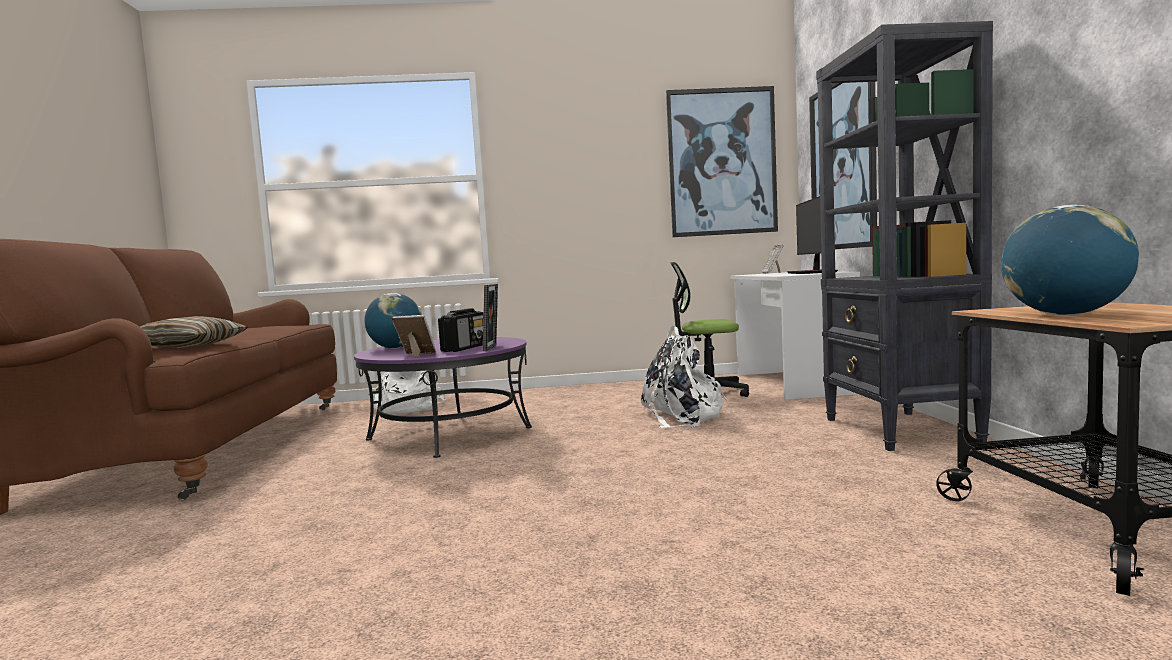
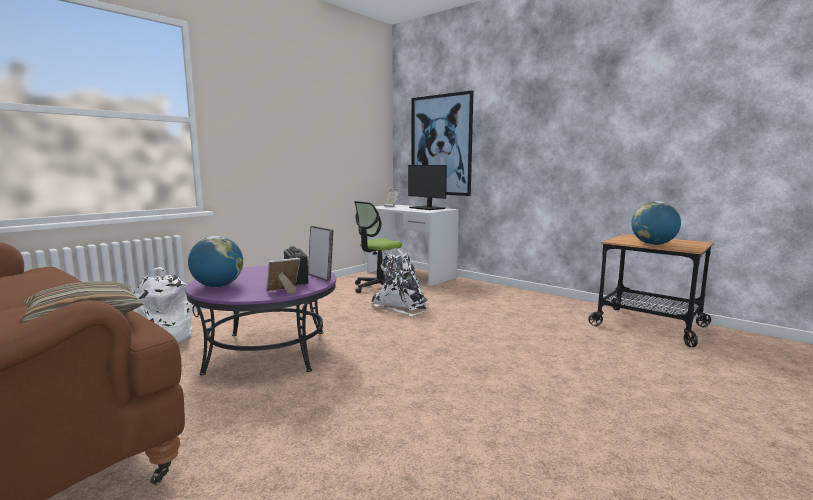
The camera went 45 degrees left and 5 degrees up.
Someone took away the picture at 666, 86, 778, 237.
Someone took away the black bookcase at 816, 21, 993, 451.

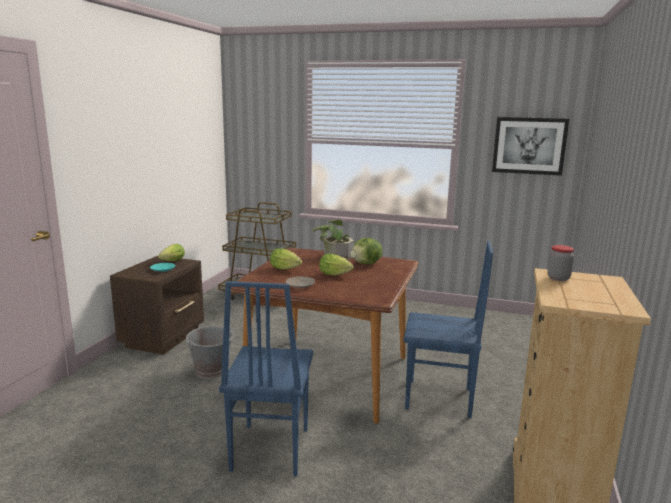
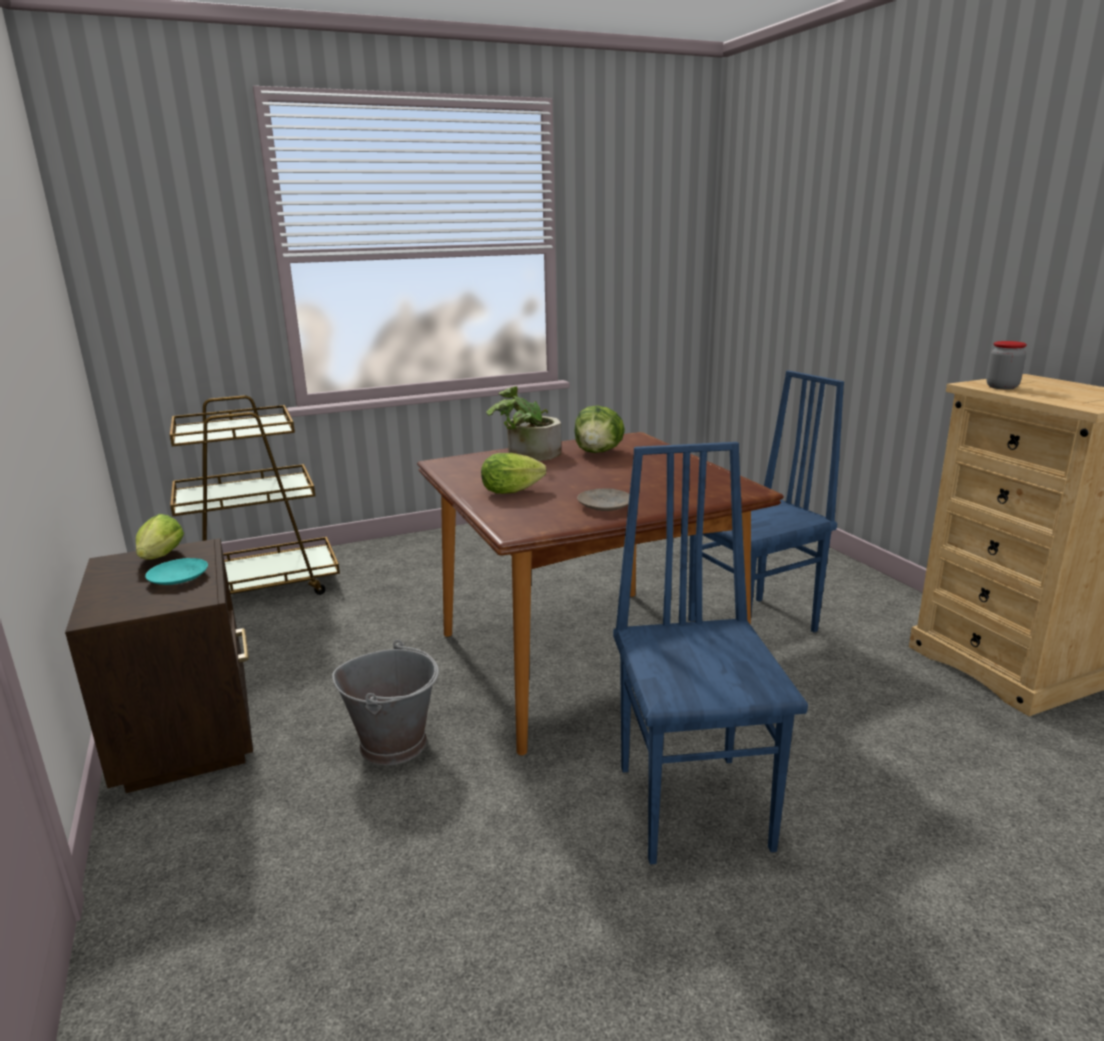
The camera went 40 degrees left and 5 degrees up.
Someone took away the lettuce at 319, 254, 353, 276.
Someone took away the picture at 492, 117, 569, 176.
Someone rotated the blue chair at 219, 281, 313, 477 by 150 degrees counterclockwise.

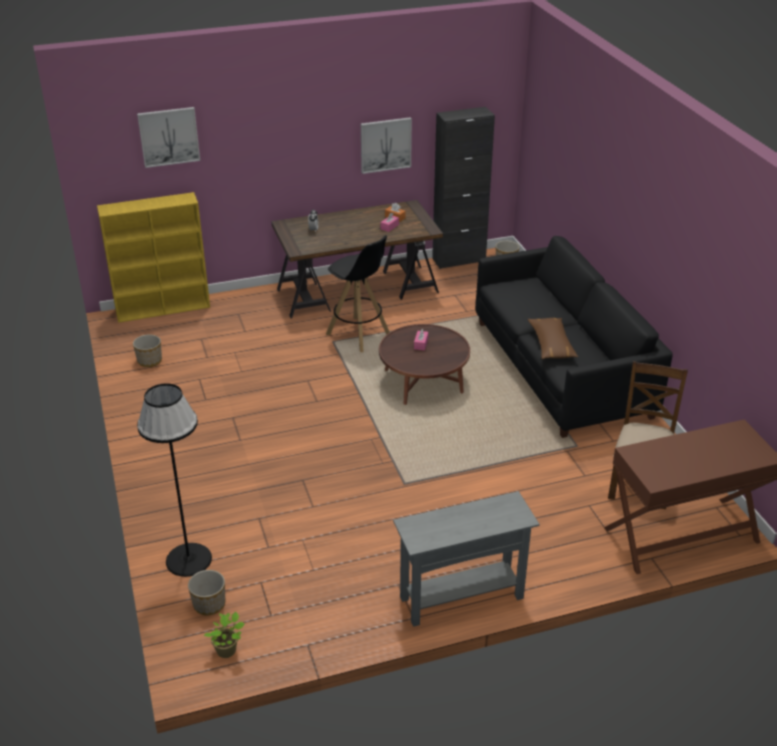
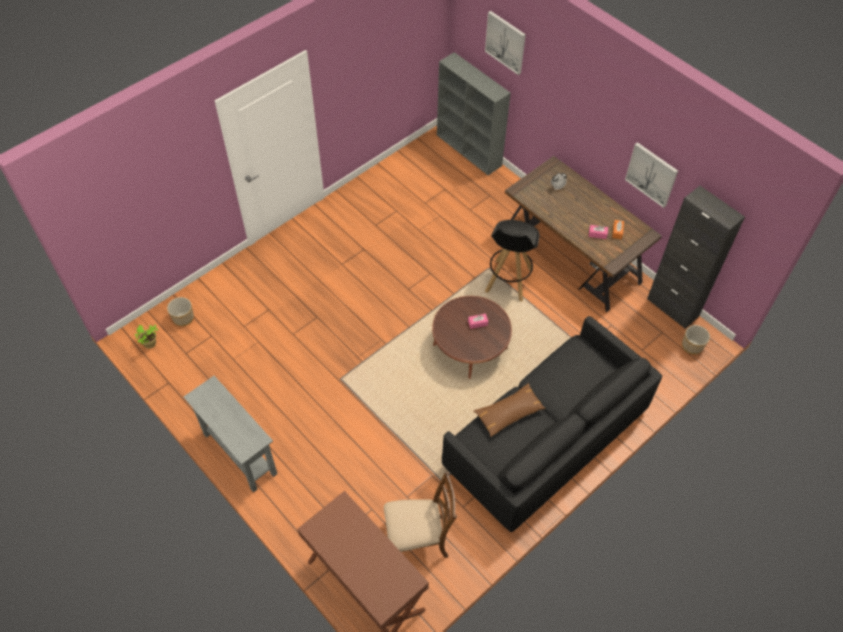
The camera went 65 degrees right and 20 degrees up.
Someone took away the planter at 133, 334, 162, 367.
Someone took away the black floor lamp at 137, 383, 212, 577.
Someone repainted the yellow bookcase at 97, 192, 210, 323, which became the grey bookcase at 437, 52, 511, 175.

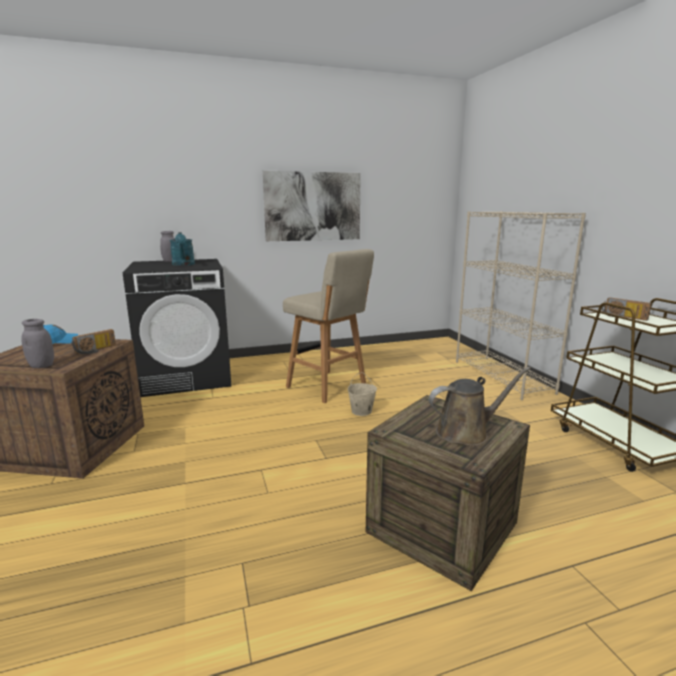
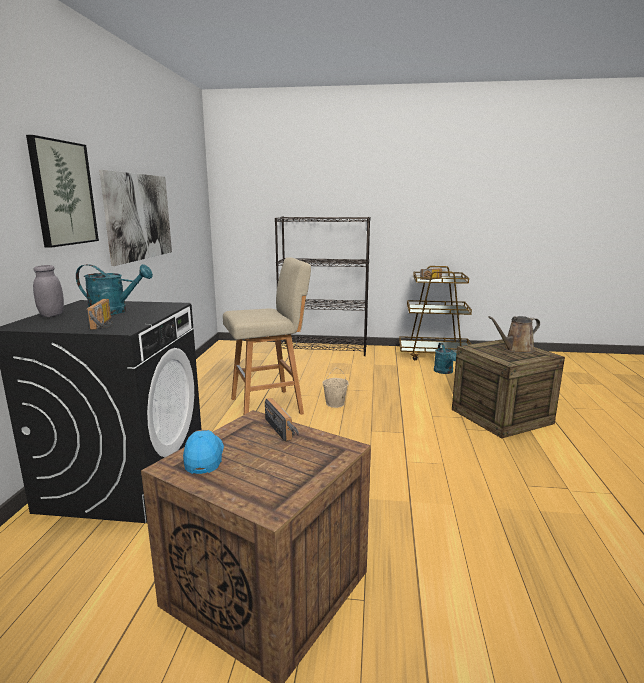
The camera went 65 degrees left and 0 degrees up.
Someone took away the grey jar at 21, 319, 54, 368.
Someone put up the picture at 26, 135, 99, 248.
Someone put down the radio at 86, 299, 113, 330.
Someone put down the turquoise watering can at 434, 343, 456, 374.
Someone repainted the beige bookcase at 456, 211, 586, 400, which became the black bookcase at 275, 216, 370, 356.
Someone rotated the brown watering can at 429, 367, 531, 446 by 120 degrees counterclockwise.

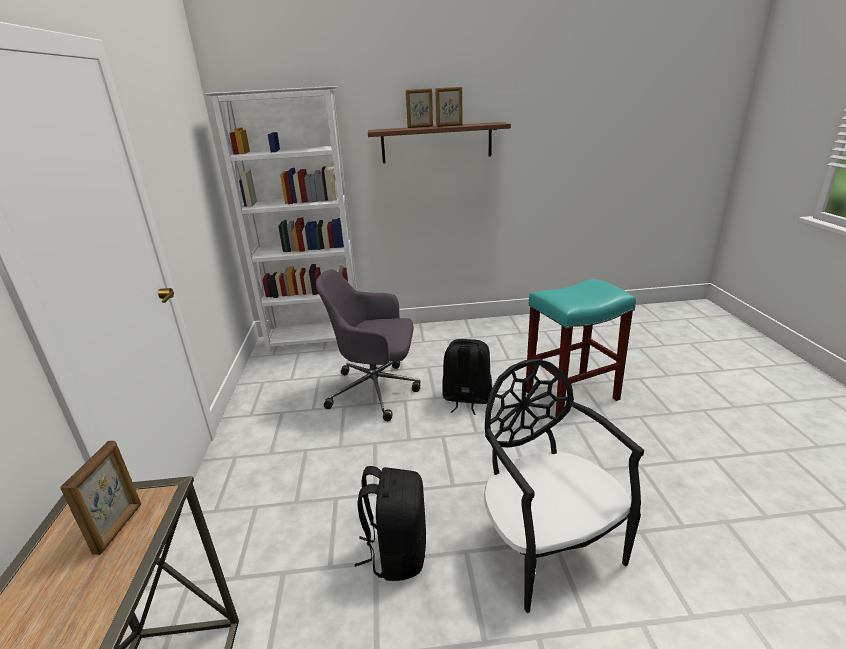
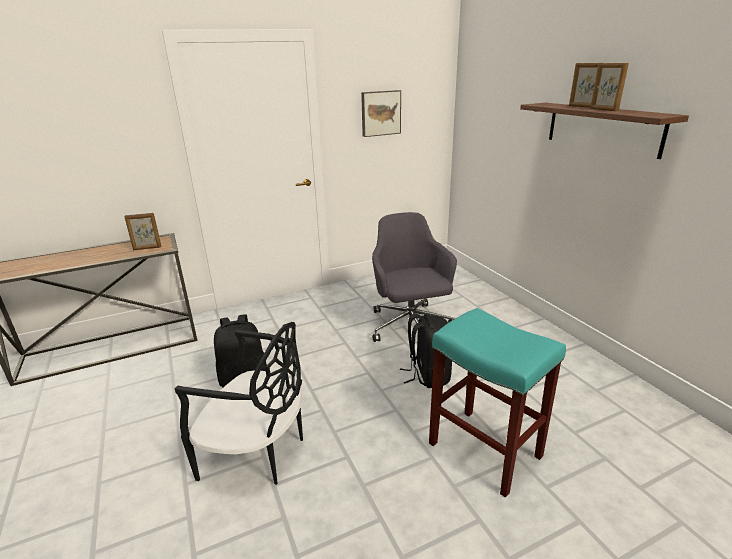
The camera went 70 degrees right and 0 degrees up.
Someone took away the white bookcase at 205, 86, 357, 355.
Someone put up the picture at 361, 90, 401, 137.
Someone rotated the black chair at 484, 359, 644, 613 by 60 degrees clockwise.

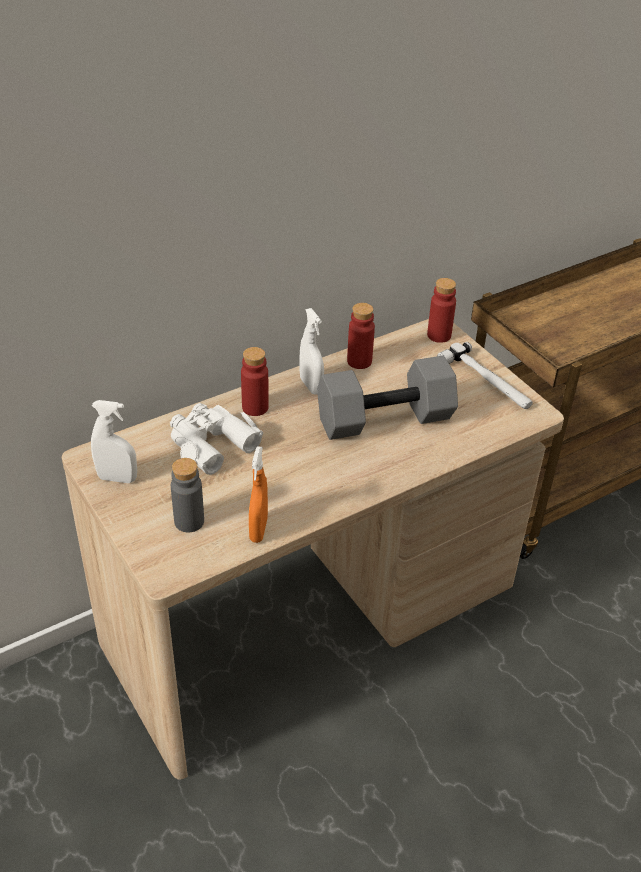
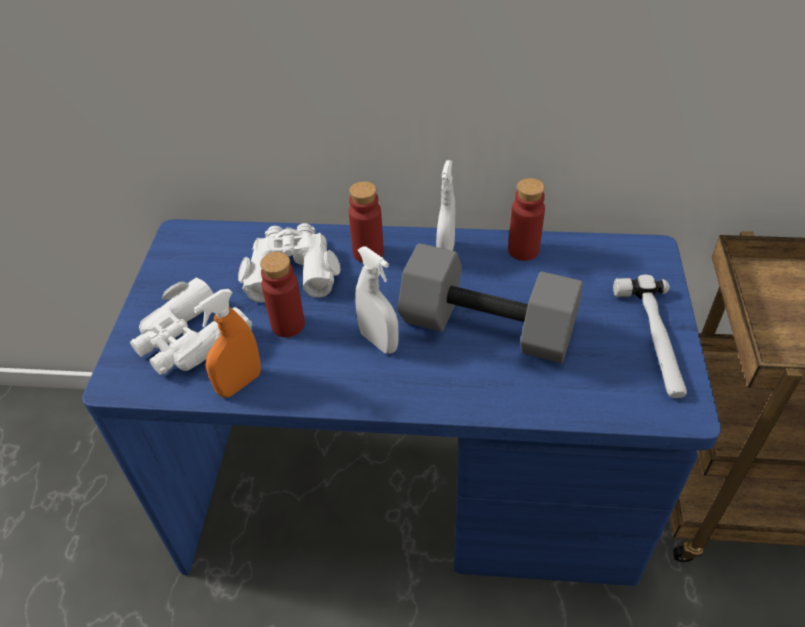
The camera went 40 degrees right and 5 degrees up.
Someone carried the white spray bottle from 91, 400, 137, 483 to 355, 247, 398, 354.
Someone carried the red bottle from 427, 278, 456, 343 to 260, 252, 305, 337.
Someone swapped the grey bottle at 171, 458, 204, 533 for the white binoculars at 130, 277, 252, 375.
Someone repainted the beige desk at 62, 319, 564, 780, which became the blue desk at 82, 219, 721, 586.

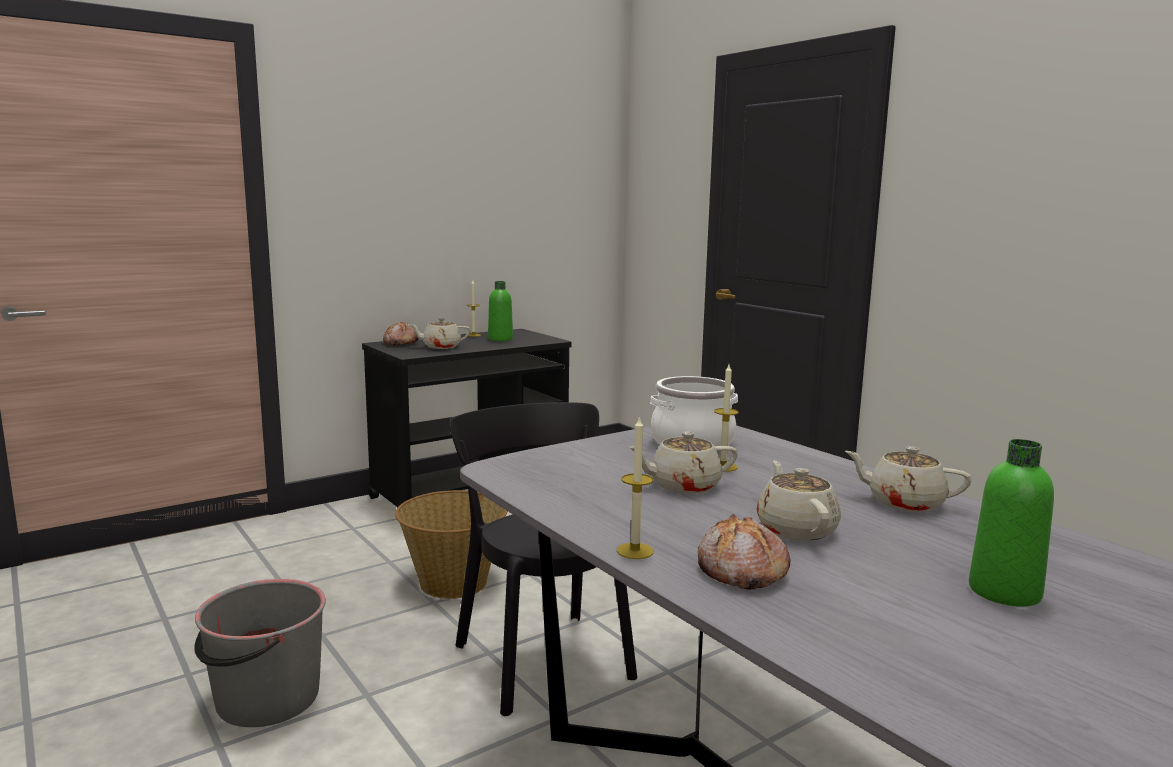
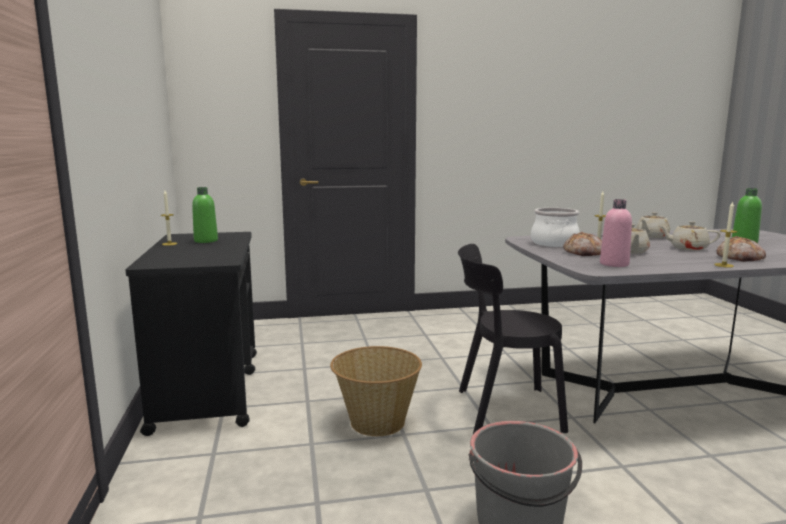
The camera went 65 degrees left and 0 degrees up.
Someone took away the beige teapot at 408, 318, 471, 349.
Someone put down the pink bottle at 600, 199, 632, 267.
Someone carried the bread from 383, 321, 418, 345 to 563, 232, 602, 256.

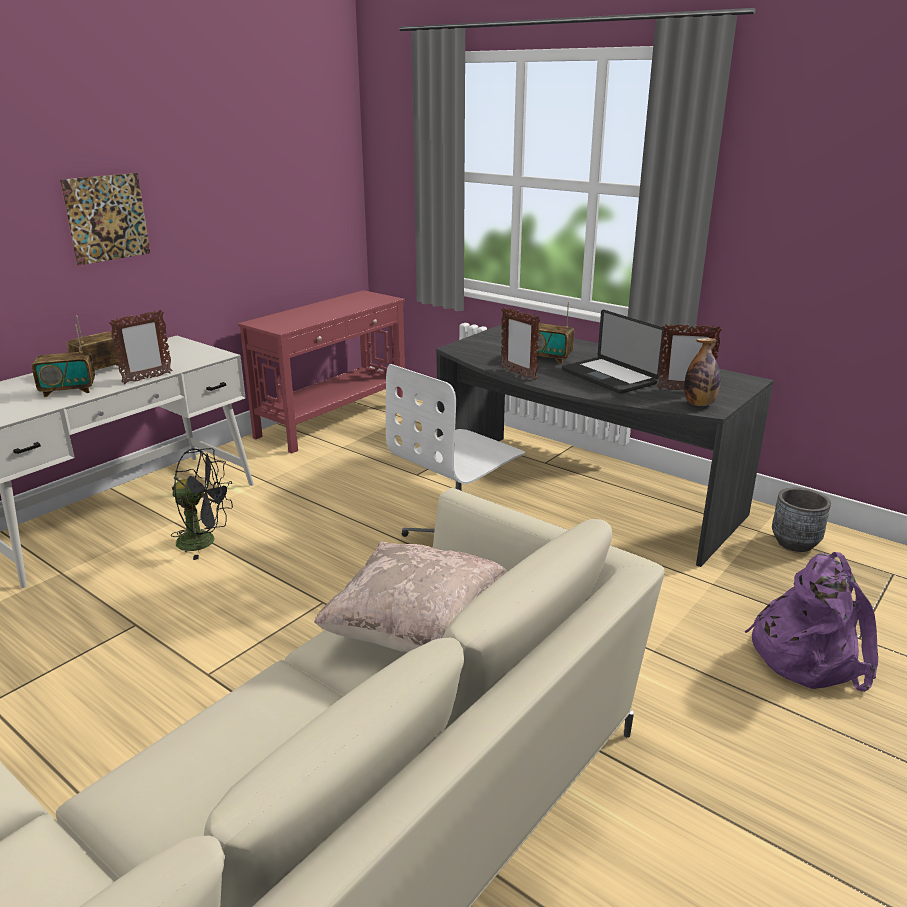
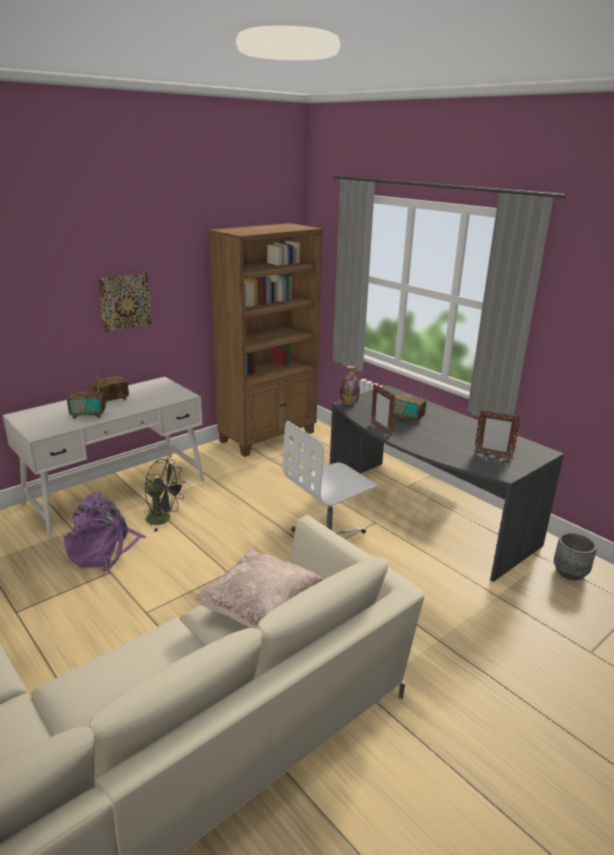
The camera went 10 degrees right and 0 degrees up.
Someone took away the picture frame at 109, 310, 173, 384.
Someone took away the laptop at 562, 310, 664, 394.
Someone carried the bottle from 684, 338, 721, 406 to 340, 366, 360, 405.
Someone carried the purple backpack from 744, 552, 878, 692 to 64, 492, 147, 572.
Someone swapped the red console table at 238, 290, 405, 454 for the brown bookcase at 209, 223, 323, 457.

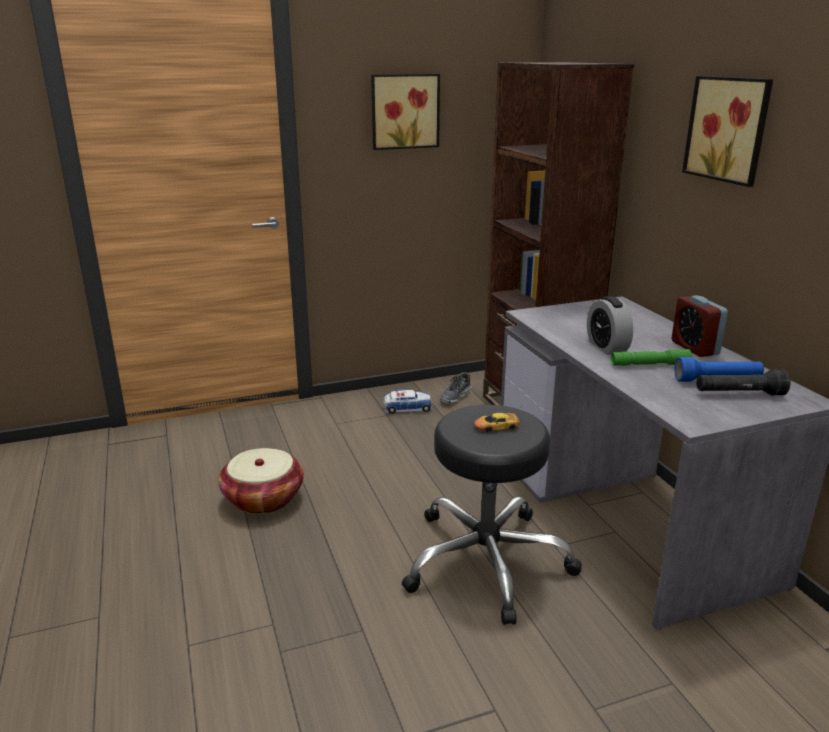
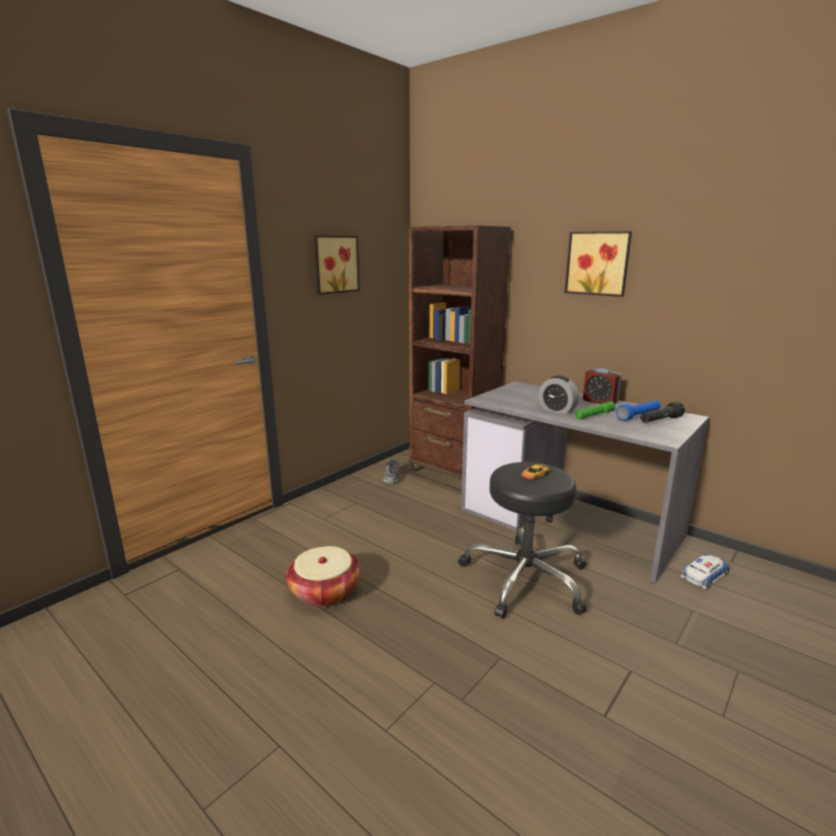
The camera went 30 degrees left and 5 degrees down.
Someone carried the toy car from 383, 390, 433, 414 to 680, 554, 729, 589.

